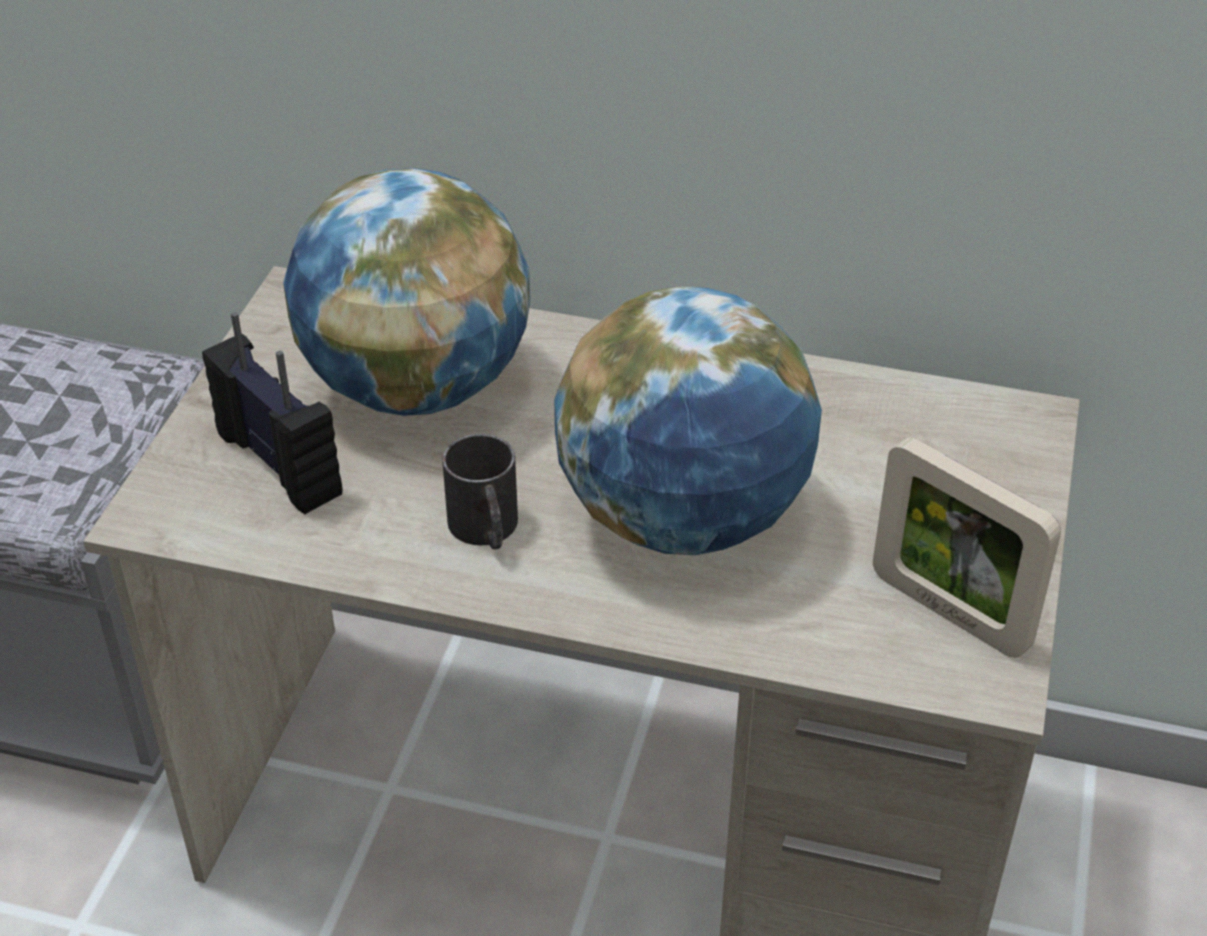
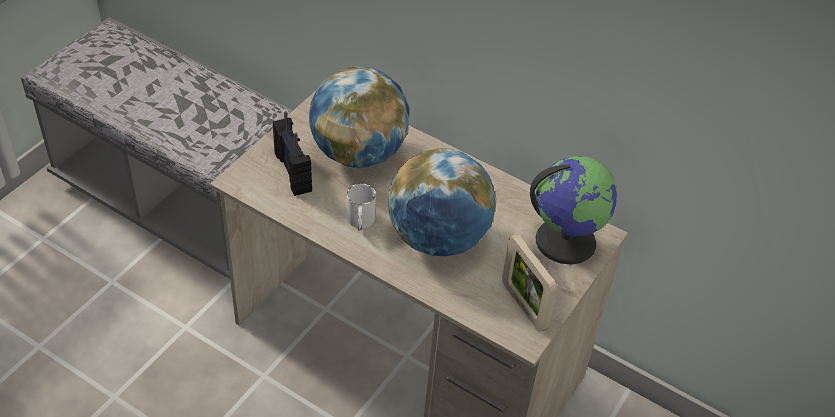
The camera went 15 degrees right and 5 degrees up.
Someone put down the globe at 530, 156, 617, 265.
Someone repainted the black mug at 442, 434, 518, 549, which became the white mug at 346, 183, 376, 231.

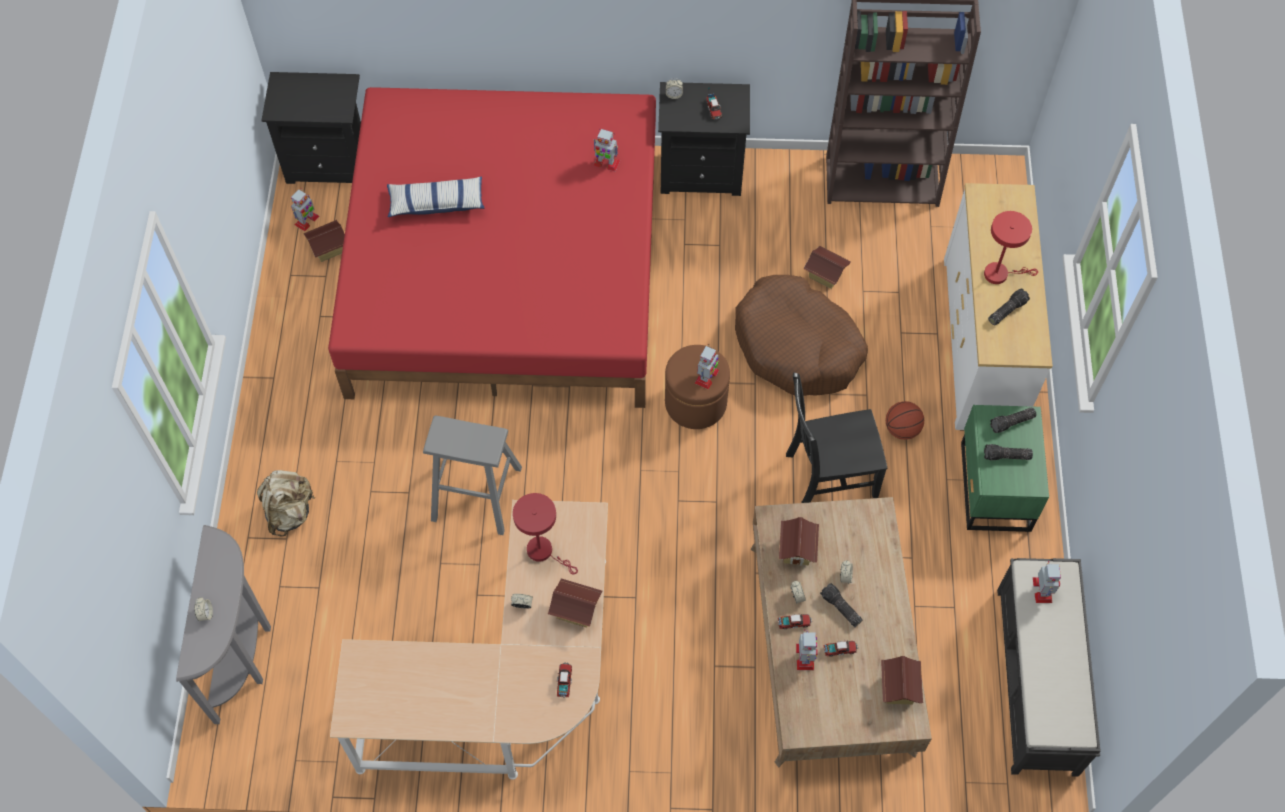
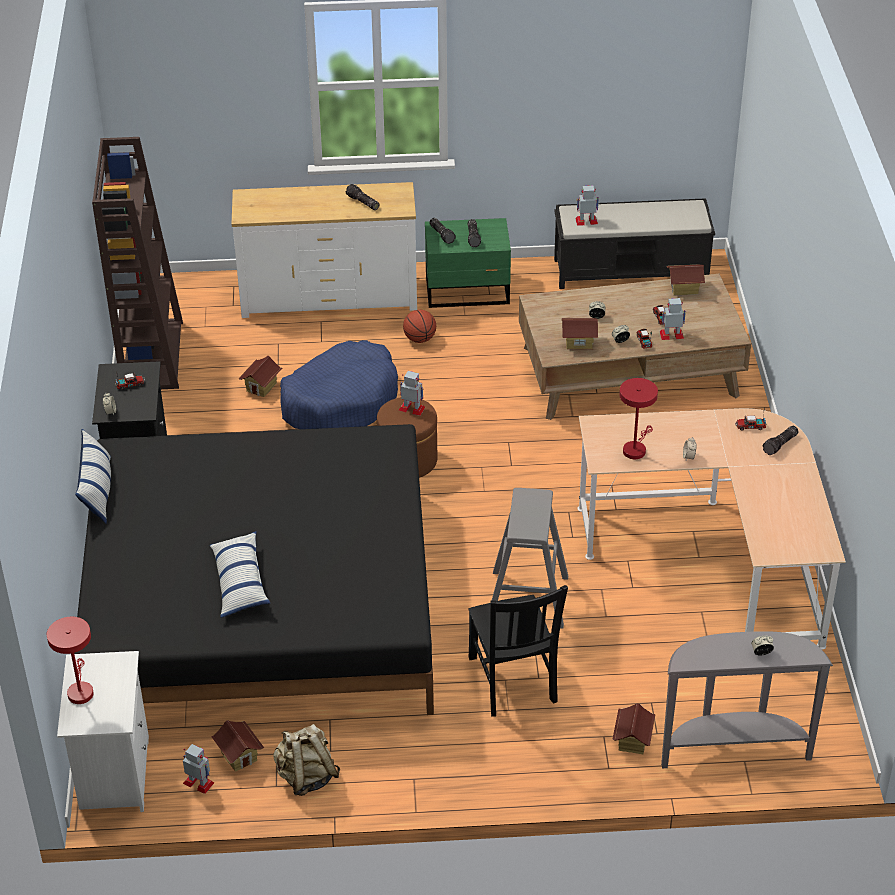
The camera went 95 degrees left and 20 degrees down.
Someone took away the toy robot at 593, 129, 620, 172.
Someone put down the pillow at 75, 429, 111, 523.
Someone carried the beige backpack from 257, 470, 315, 537 to 273, 724, 340, 796.
Someone carried the toy house from 548, 578, 602, 628 to 612, 703, 656, 754.
Someone carried the black chair from 786, 373, 887, 503 to 469, 585, 568, 716.
Someone carried the flashlight from 820, 583, 863, 627 to 762, 426, 798, 455.
Someone carried the red table lamp from 984, 211, 1038, 284 to 47, 617, 94, 704.
Someone repainted the black nightstand at 261, 72, 361, 184, which became the white nightstand at 57, 651, 149, 812.
Someone repainted the red bed at 328, 87, 656, 408, which became the black bed at 74, 424, 434, 715.
Someone repainted the brown dog bed at 735, 275, 868, 396, which became the blue dog bed at 280, 340, 398, 429.

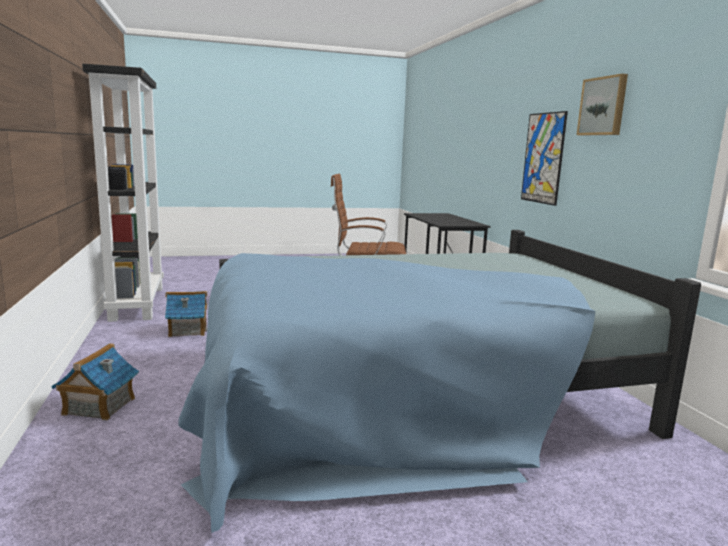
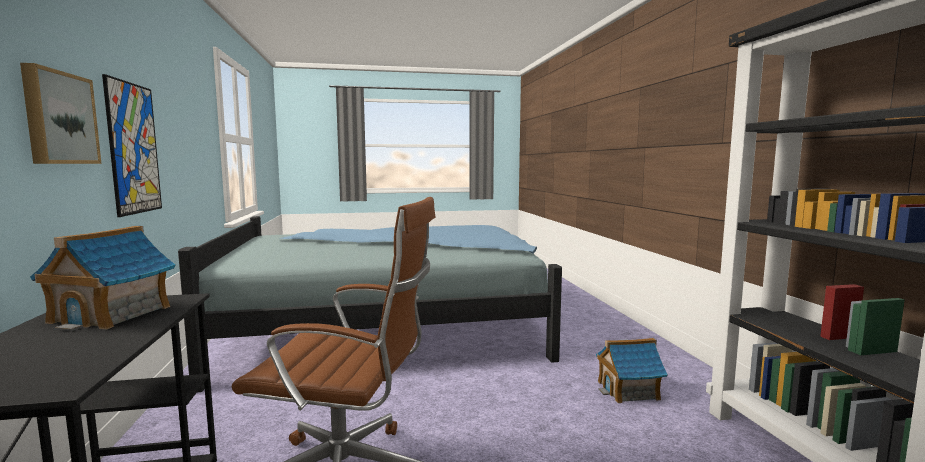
The camera went 175 degrees left and 5 degrees down.
Someone carried the toy house from 51, 343, 139, 421 to 30, 226, 176, 331.
Someone carried the picture from 577, 74, 628, 136 to 20, 63, 102, 164.

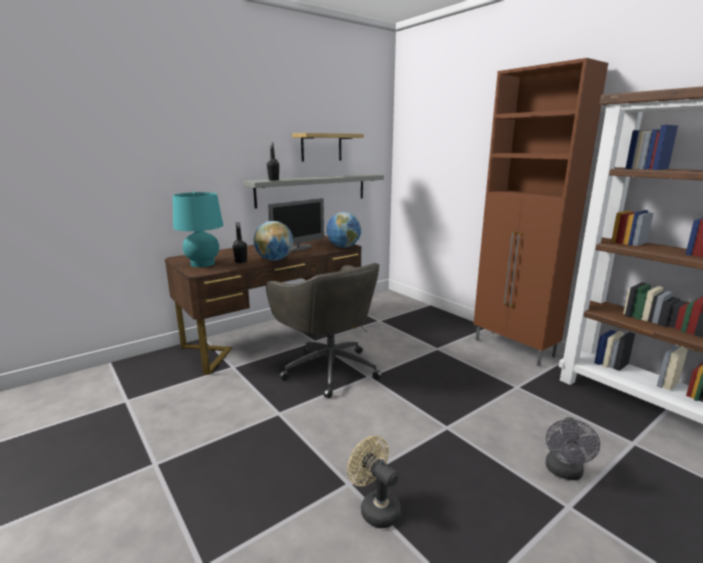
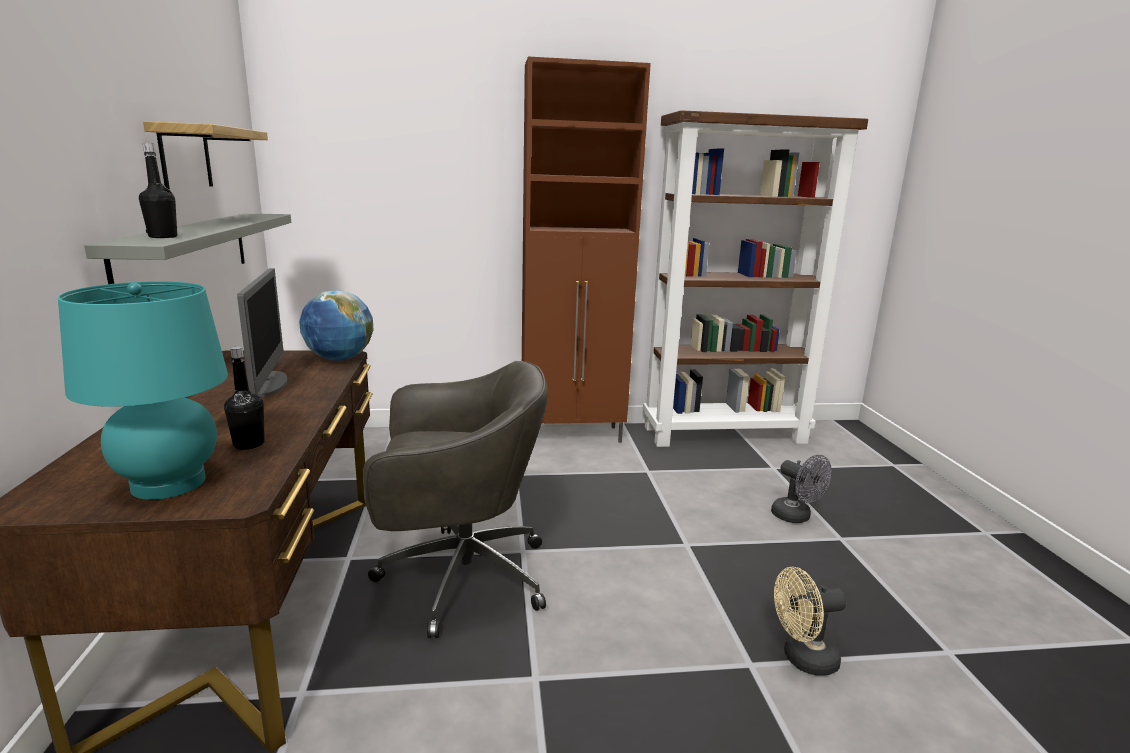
The camera went 60 degrees left and 0 degrees up.
Someone took away the globe at 253, 221, 293, 261.

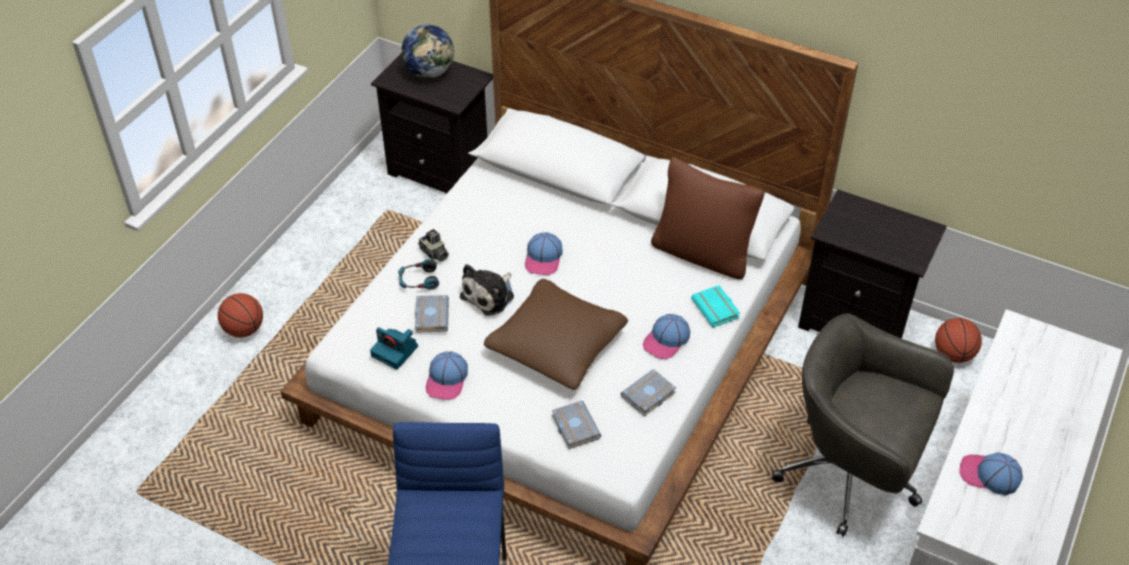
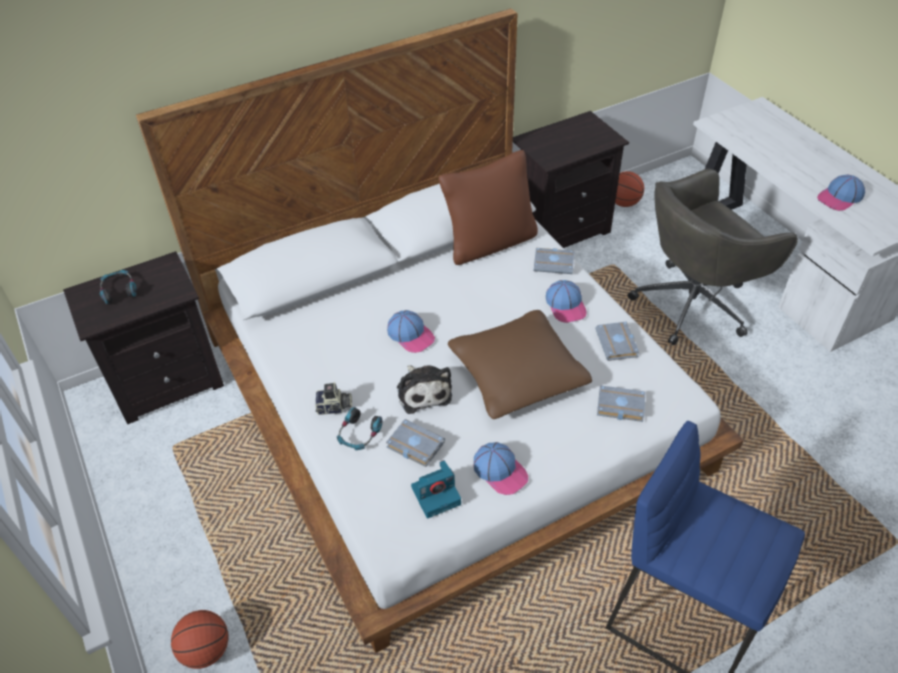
The camera went 55 degrees left and 0 degrees up.
Someone swapped the globe at 401, 25, 454, 78 for the headphones at 99, 270, 136, 305.
Someone repainted the turquoise book at 691, 285, 740, 327, which became the grey book at 534, 248, 574, 274.

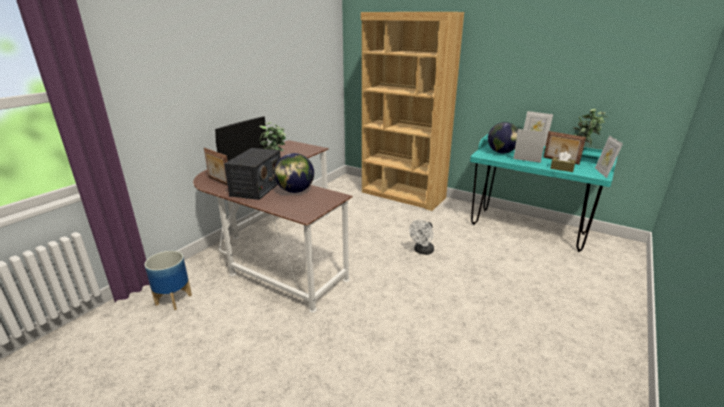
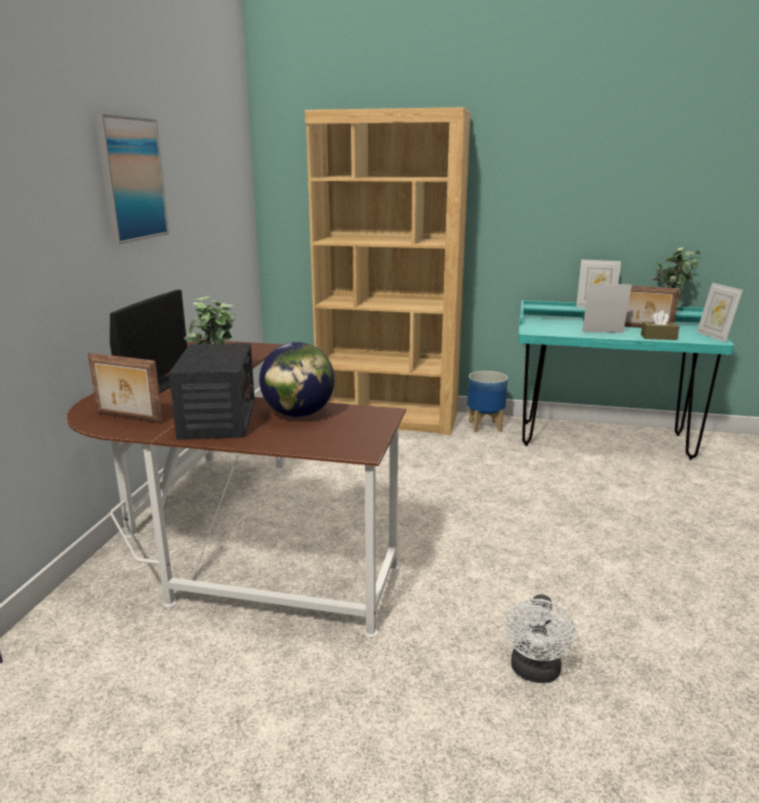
The camera went 20 degrees left and 5 degrees down.
Someone took away the globe at 488, 122, 518, 153.
Someone put up the picture at 95, 114, 169, 244.
Someone carried the planter from 144, 251, 192, 310 to 467, 371, 508, 432.
Someone carried the white fan from 409, 220, 434, 255 to 505, 594, 576, 683.

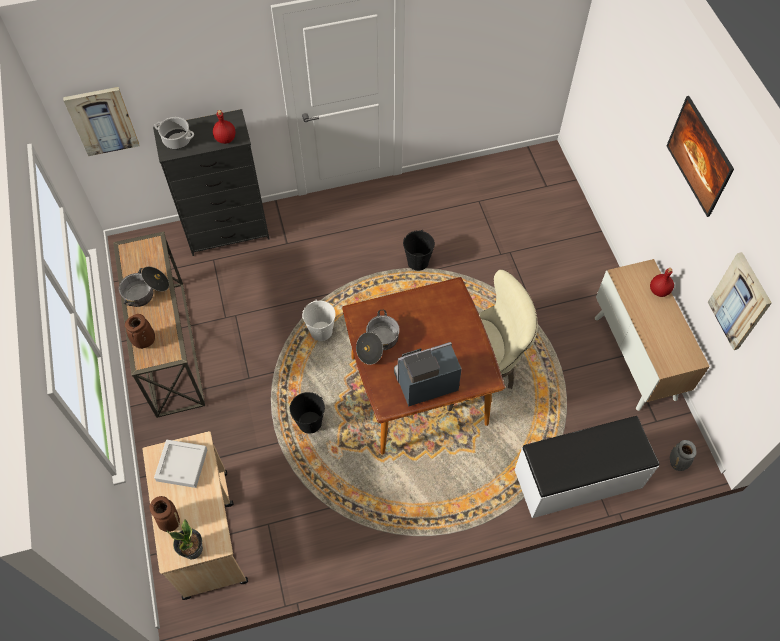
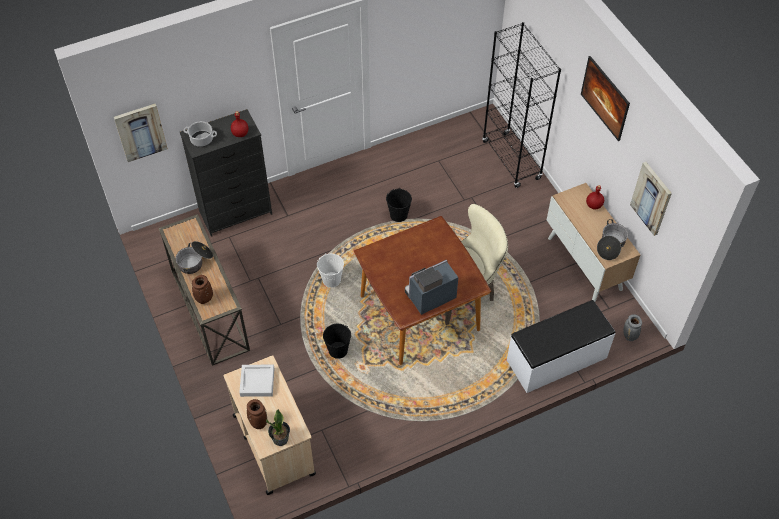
The camera went 10 degrees left and 5 degrees down.
Someone put down the black bookcase at 482, 22, 561, 188.
Someone carried the cooking pot from 356, 310, 400, 365 to 597, 219, 628, 260.

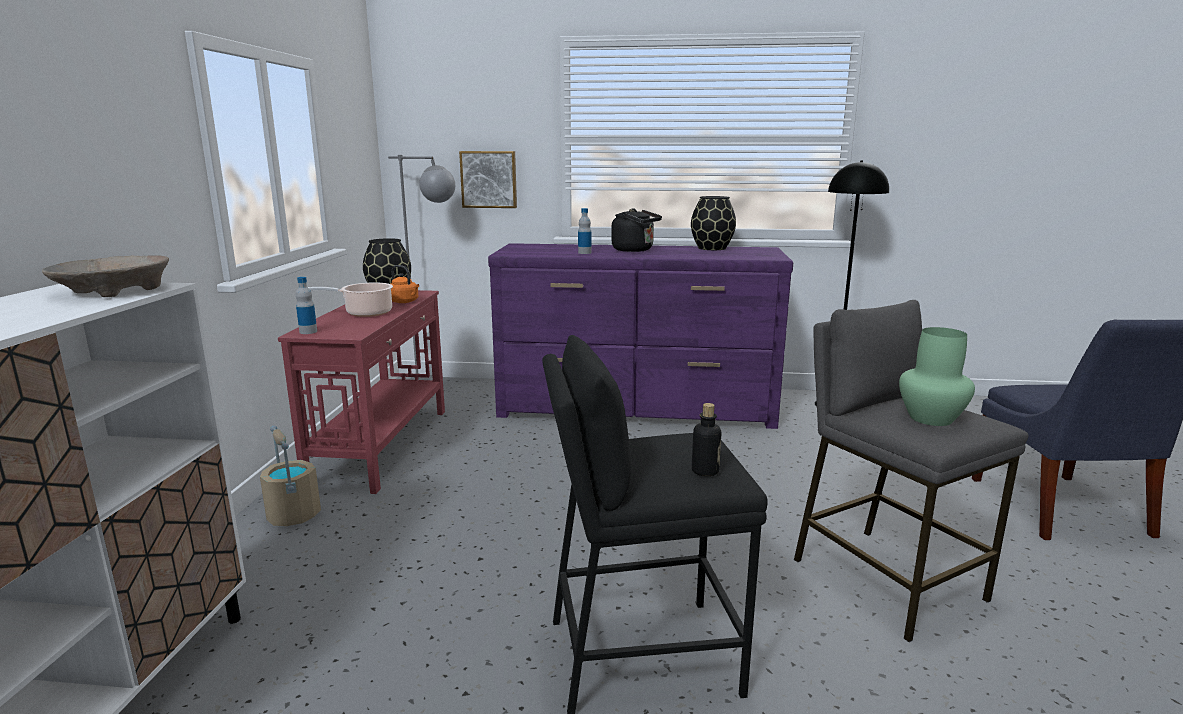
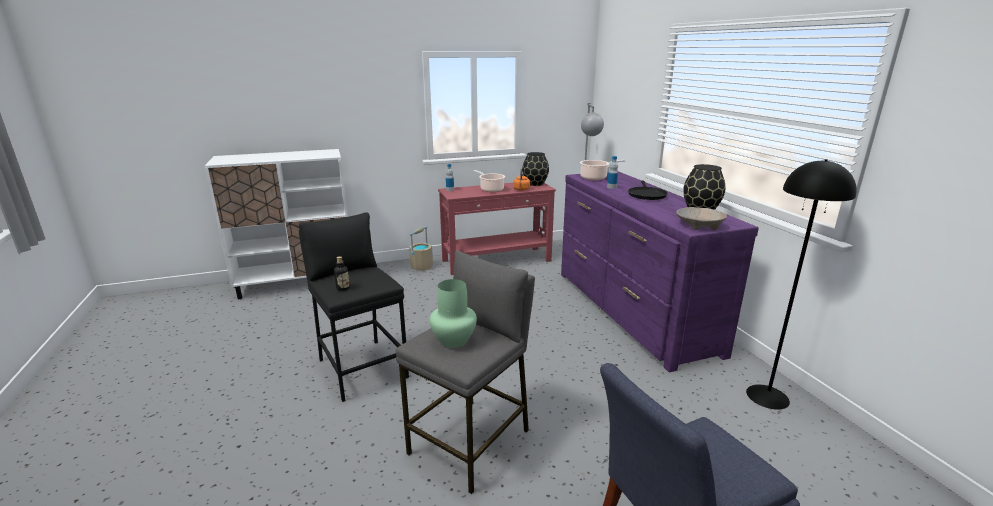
The camera went 65 degrees right and 5 degrees up.
Someone took away the picture at 459, 151, 517, 208.
Someone put down the cooking pot at 580, 160, 625, 180.
Someone carried the beige bowl from 42, 255, 169, 297 to 676, 207, 727, 230.
Someone swapped the black kettle at 611, 208, 662, 252 for the black frying pan at 628, 180, 668, 200.

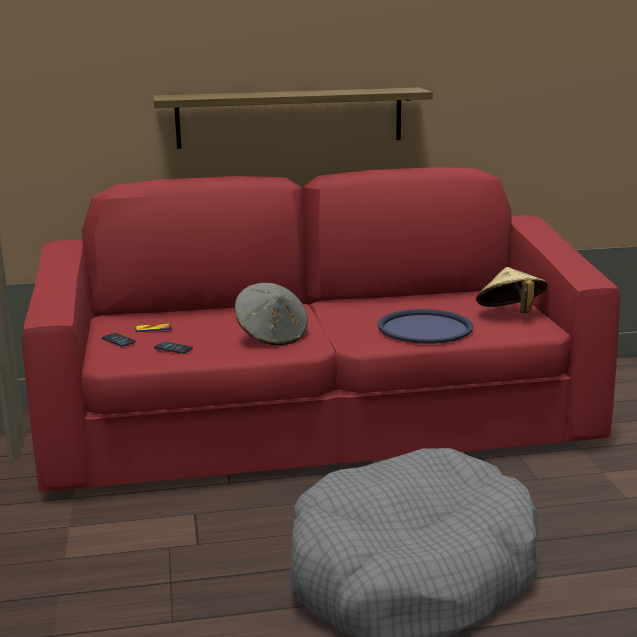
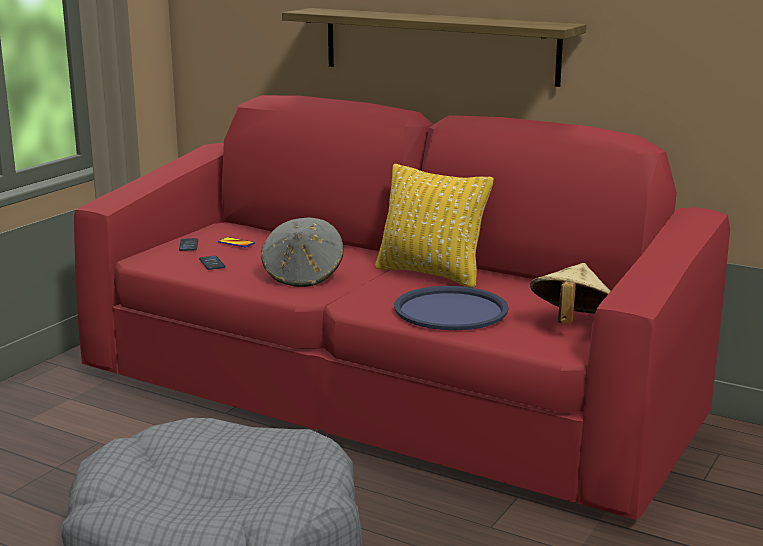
The camera went 40 degrees right and 0 degrees up.
Someone put down the yellow pillow at 375, 164, 493, 288.

